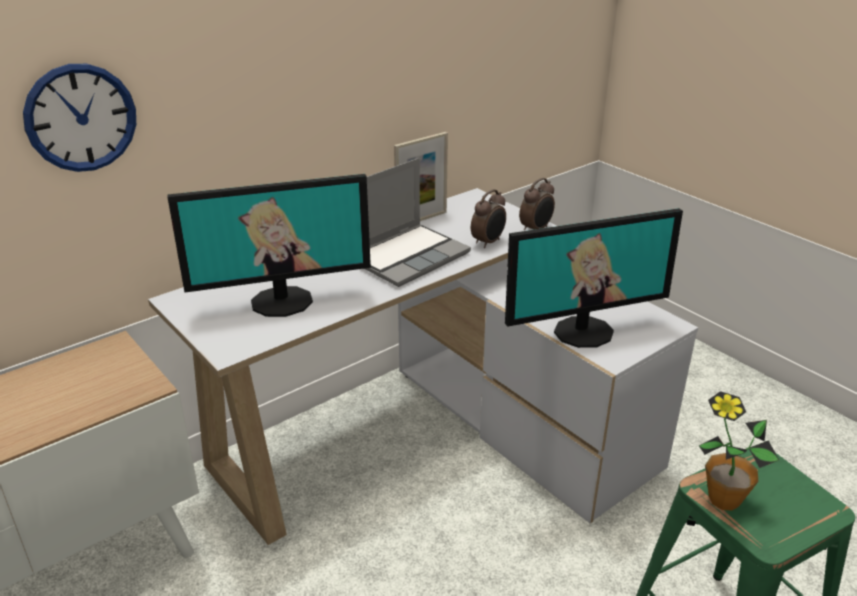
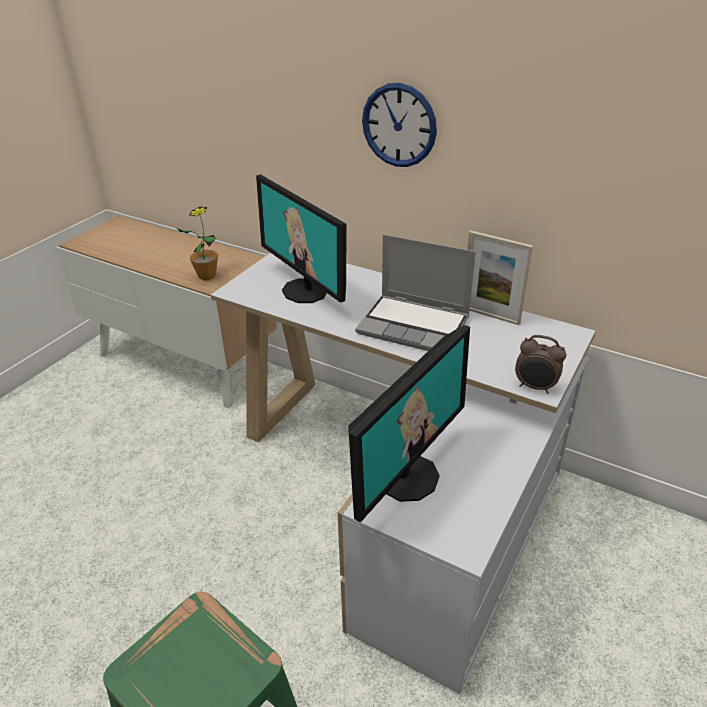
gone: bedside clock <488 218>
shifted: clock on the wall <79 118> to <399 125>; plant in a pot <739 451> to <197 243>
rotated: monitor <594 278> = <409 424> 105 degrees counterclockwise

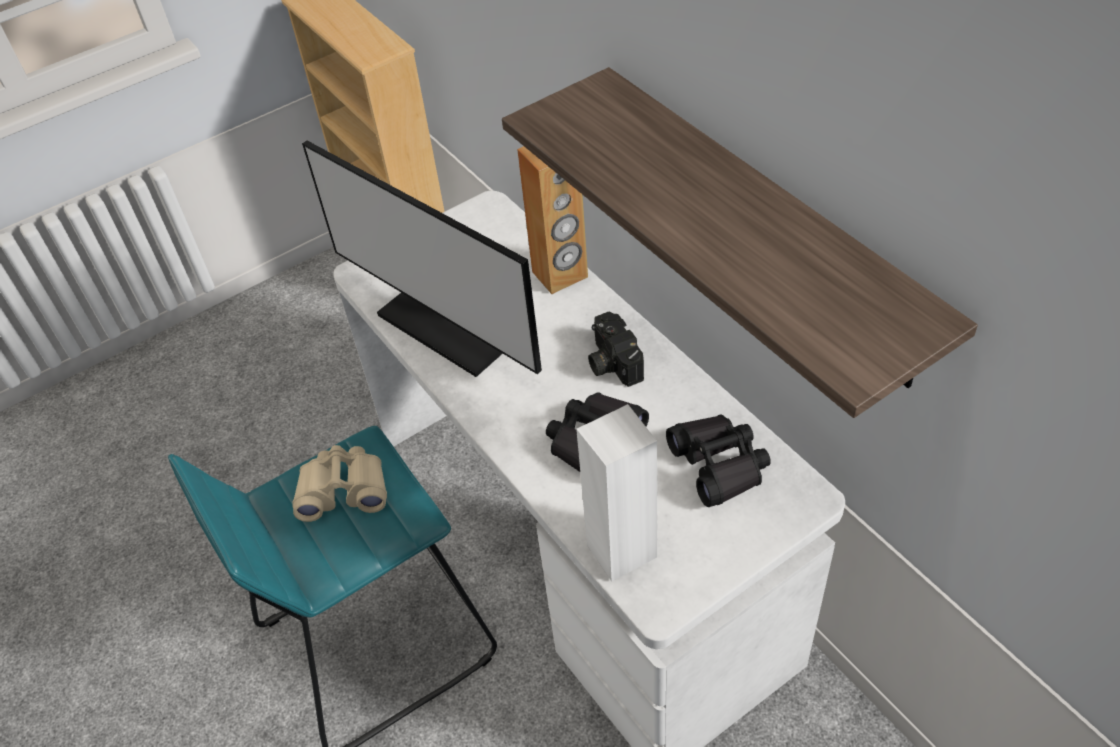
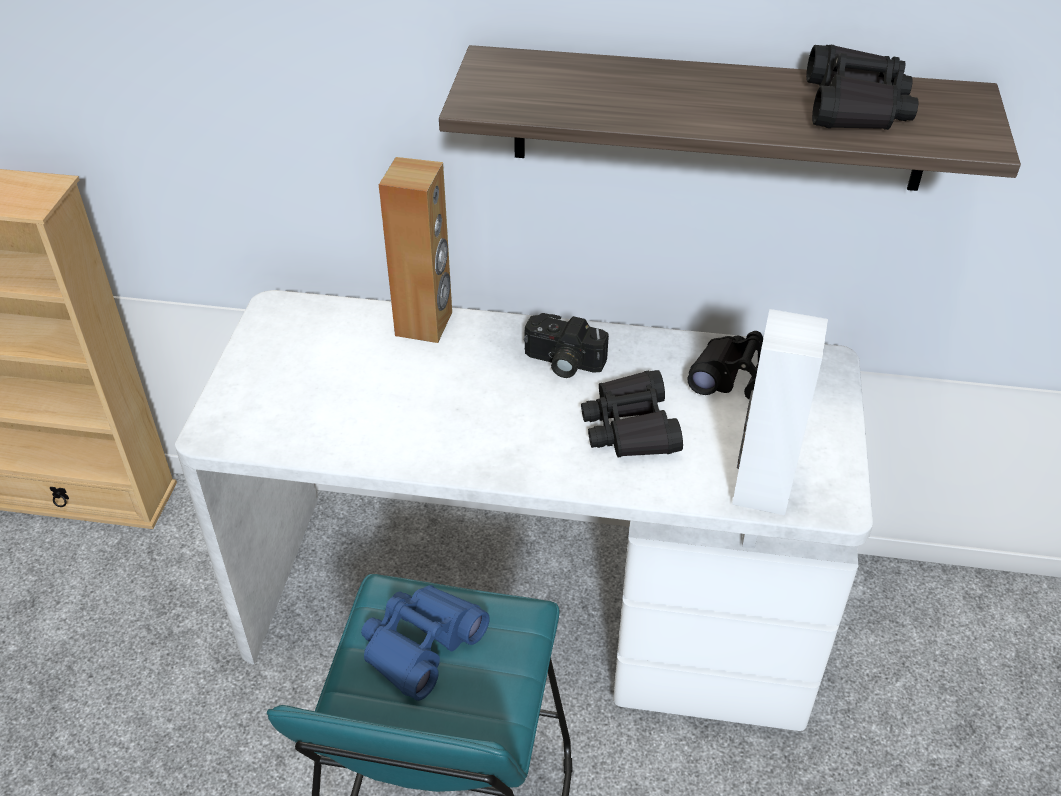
gone: monitor <422 258>
new: black field glasses <862 87>
repainted: sand-coloured field glasses <339 483> to blue-coloured field glasses <425 643>

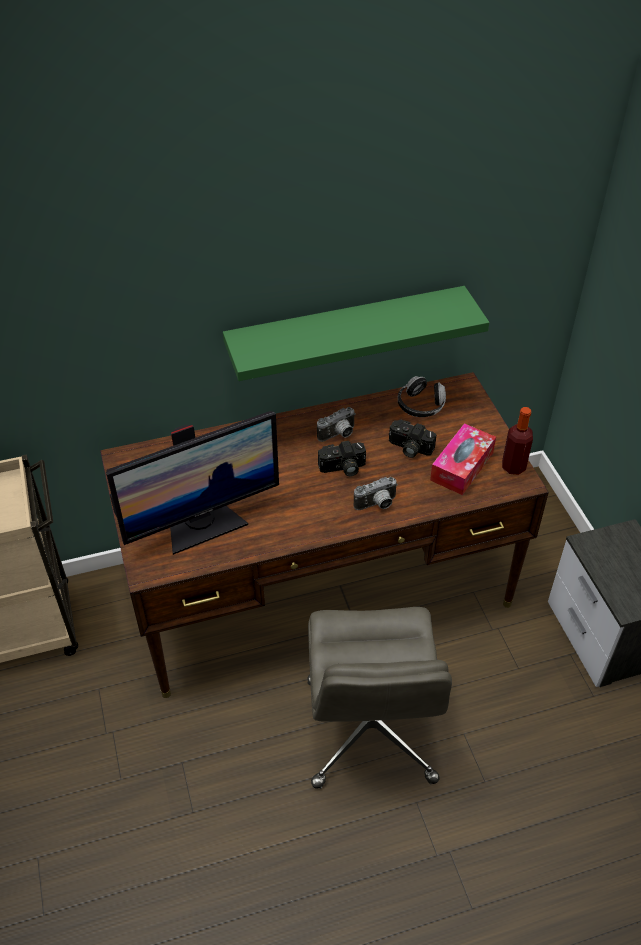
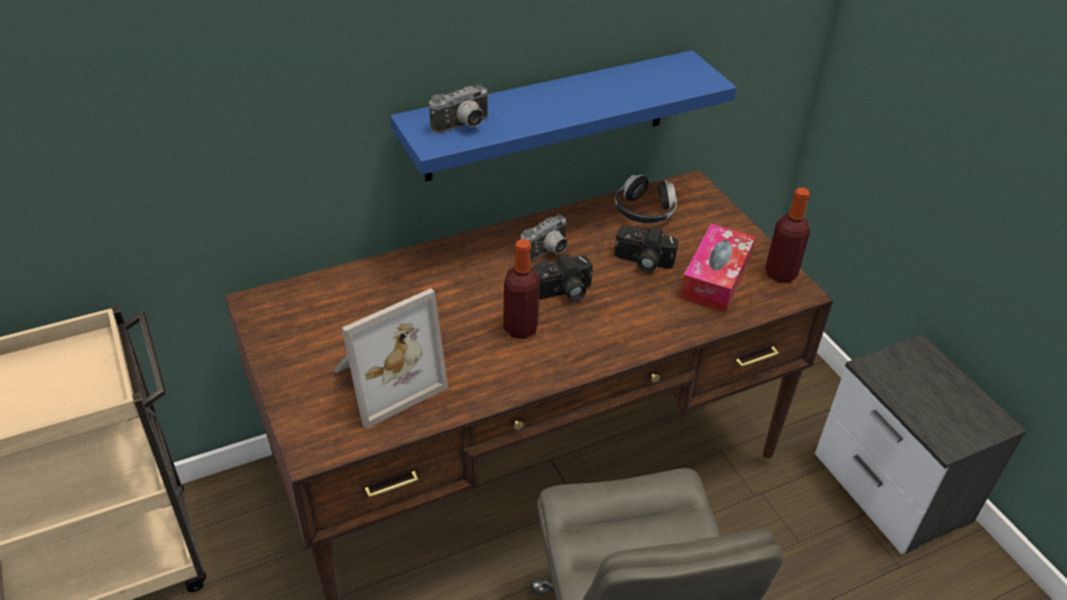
new: beverage bottle <521 289>
shifted: still camera <376 493> to <459 108>
swapped: monitor <192 483> to picture frame <391 358>
repainted: green-coloured bracket shelf <356 333> to blue-coloured bracket shelf <563 116>

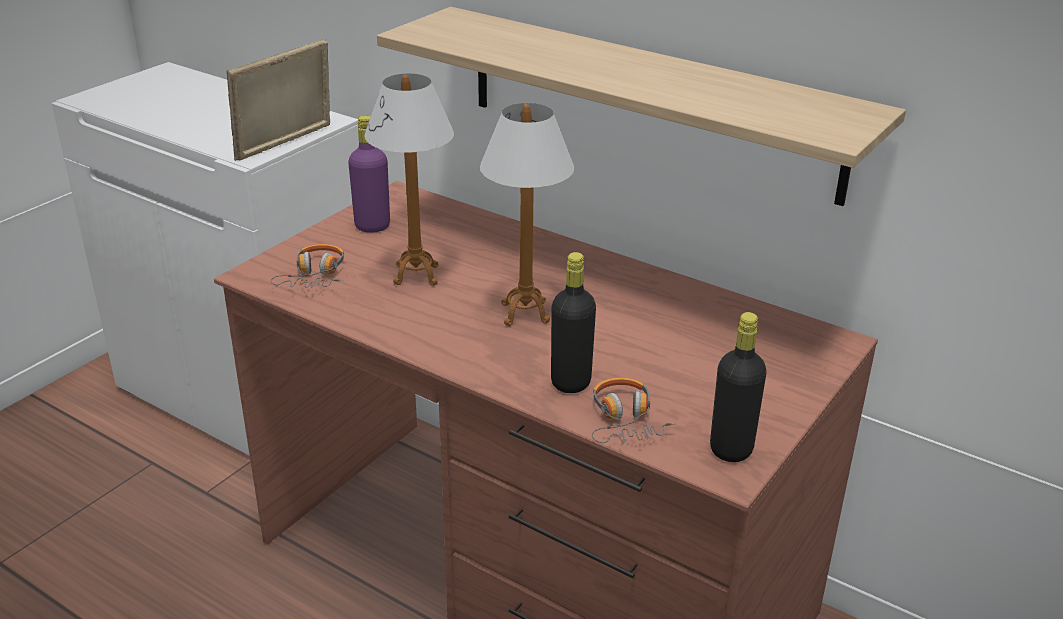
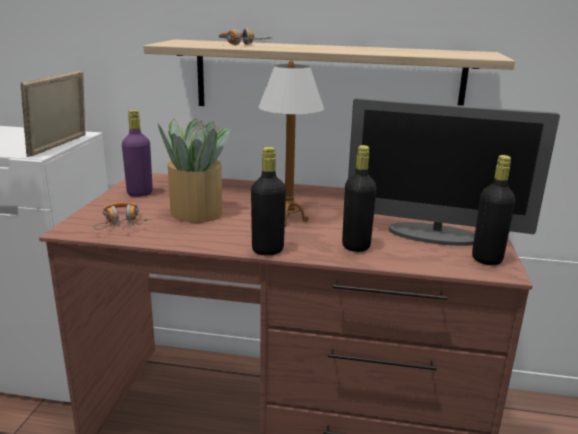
new: monitor <454 172>; black beverage bottle <268 201>
shifted: headphones <634 410> to <245 36>
swapped: tabletop lamp <409 180> to plant in a pot <194 170>

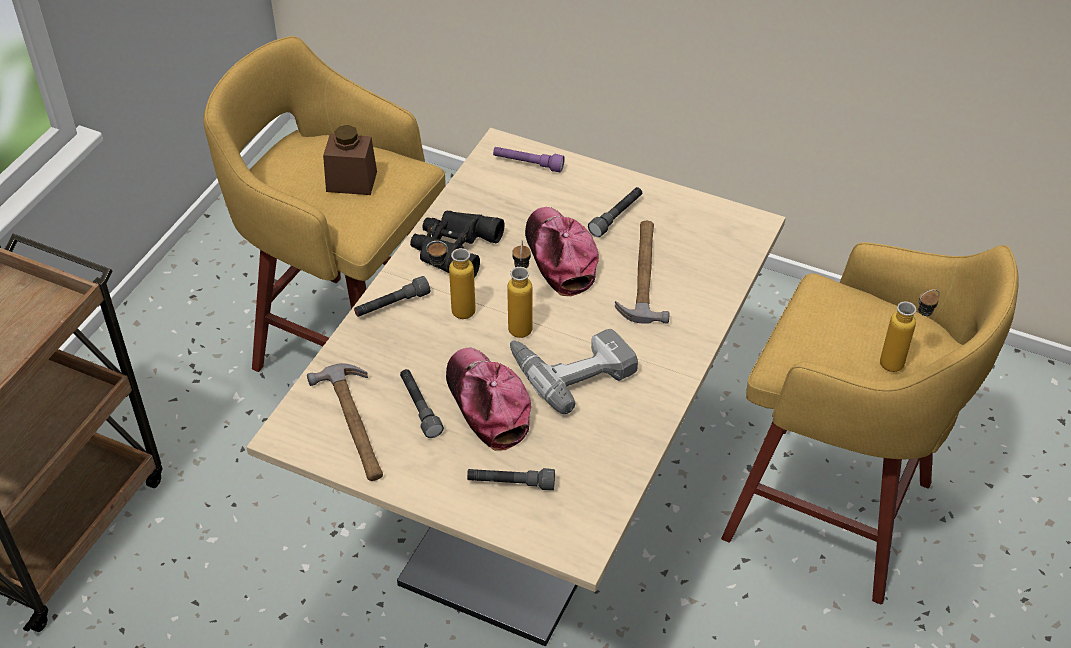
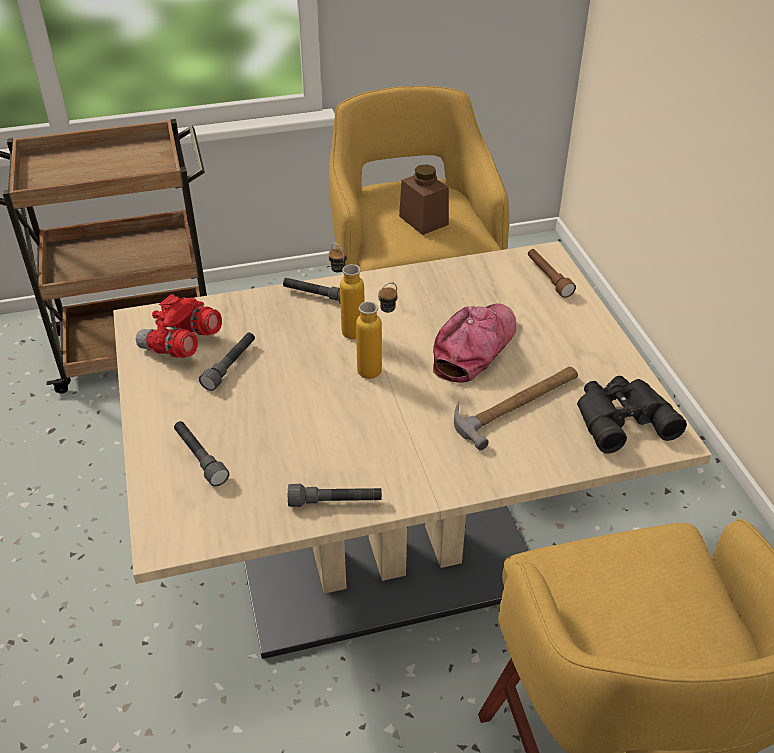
gone: beverage bottle <910 330>; drill <574 371>; cap <488 399>
shifted: greyish hand torch <615 212> to <335 495>; black field glasses <457 244> to <632 414>
swapped: hand hammer <345 422> to reddish field glasses <179 326>
repainted: purplish hand torch <529 159> to brown hand torch <552 273>

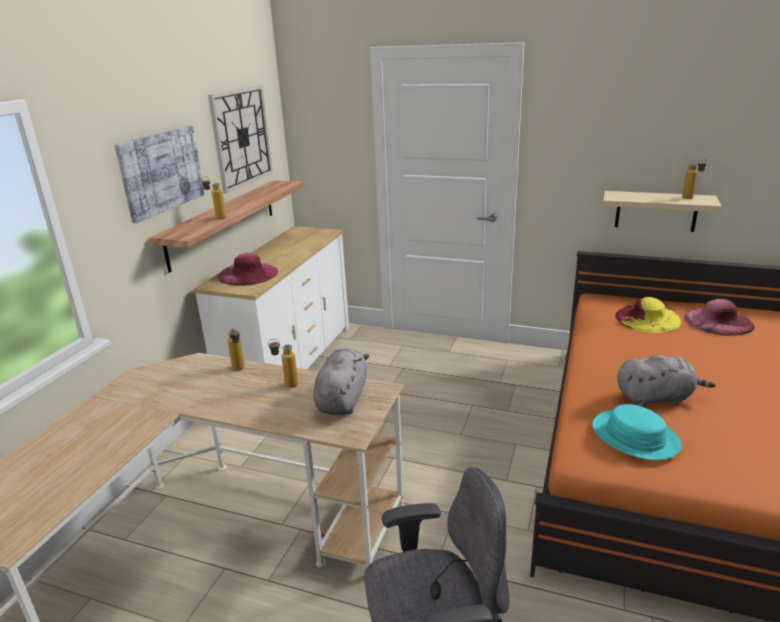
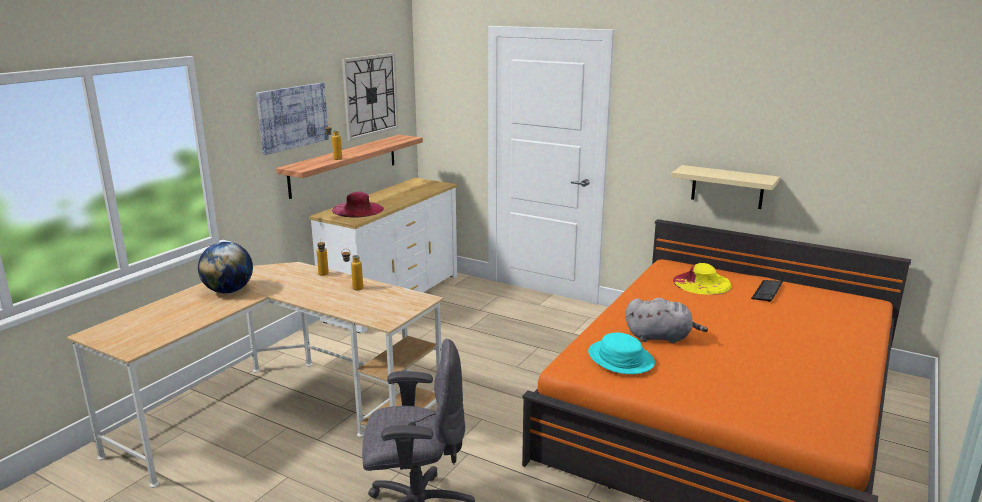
gone: beverage bottle <694 178>; greyish plush toy <341 381>
new: globe <225 268>
swapped: pink hat <720 317> to computer keyboard <767 291>

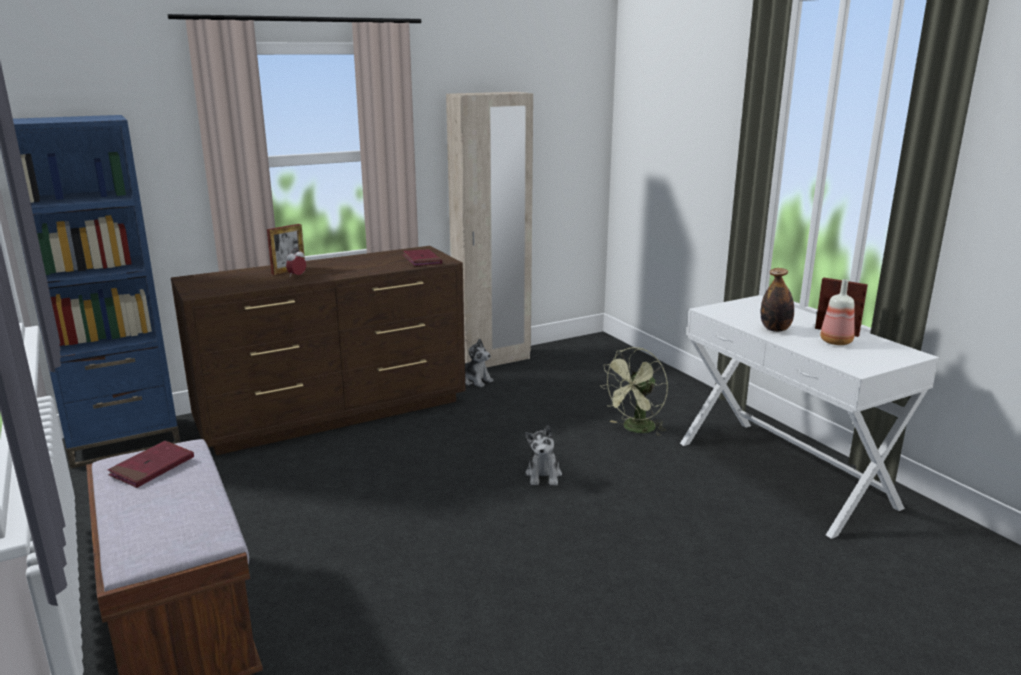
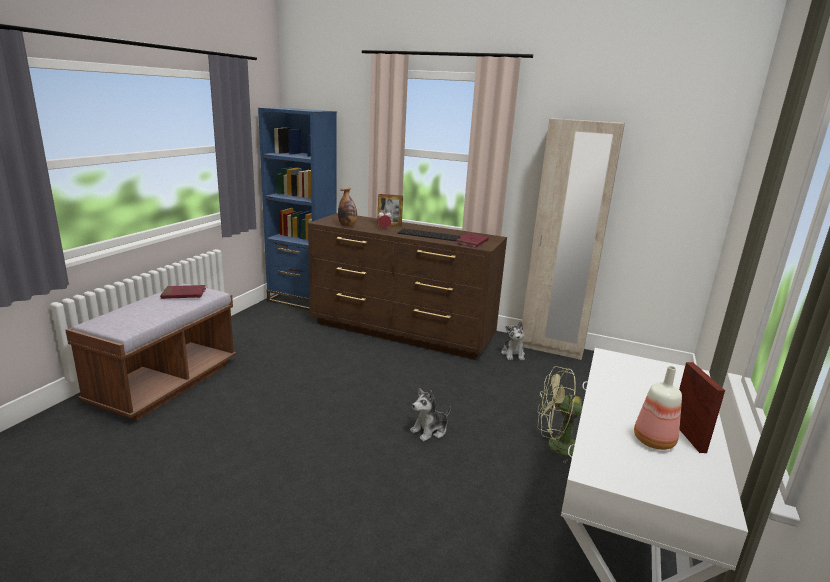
new: computer keyboard <429 234>
shifted: beverage bottle <777 300> to <347 207>

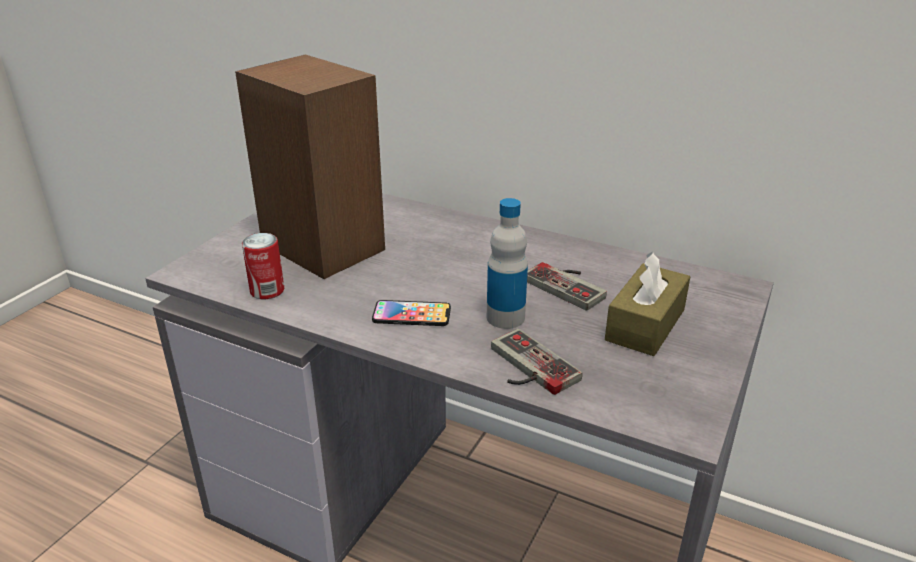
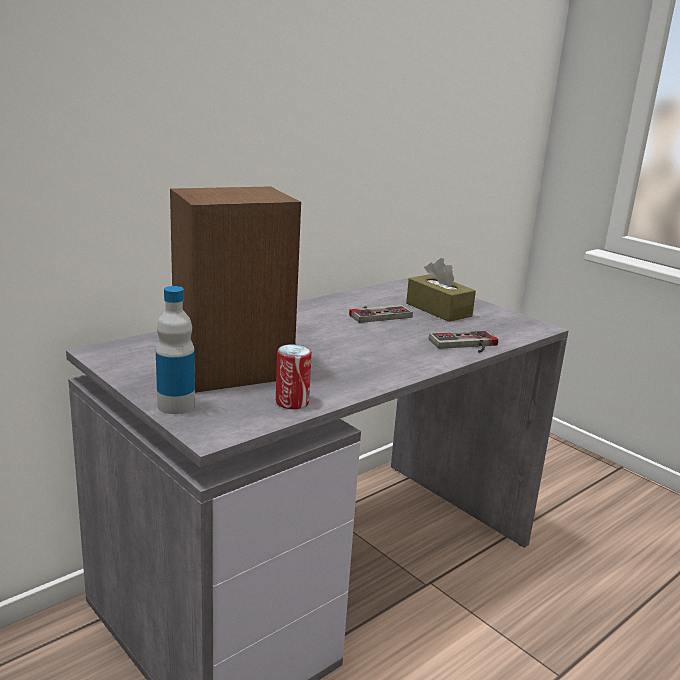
gone: handset <411 313>
shifted: beverage bottle <507 263> to <175 350>

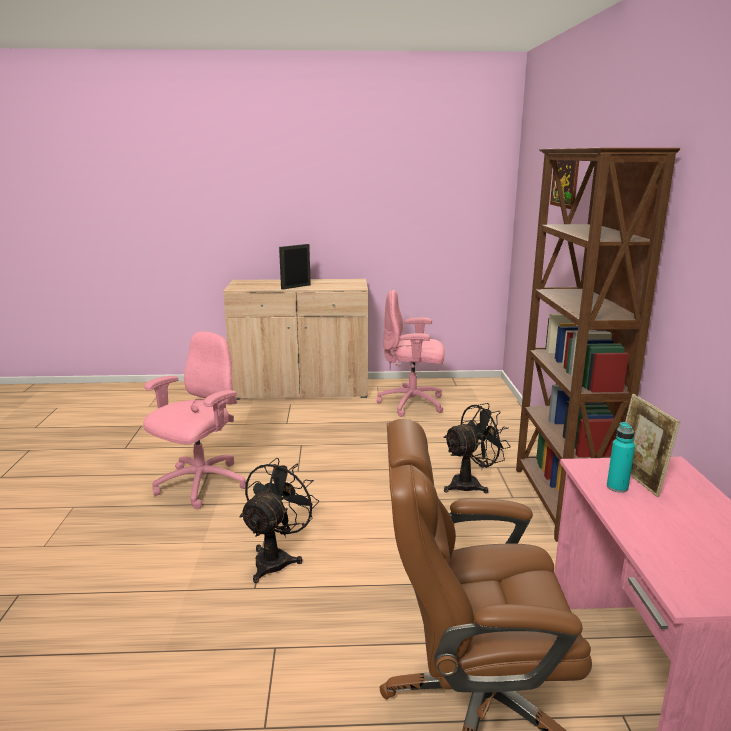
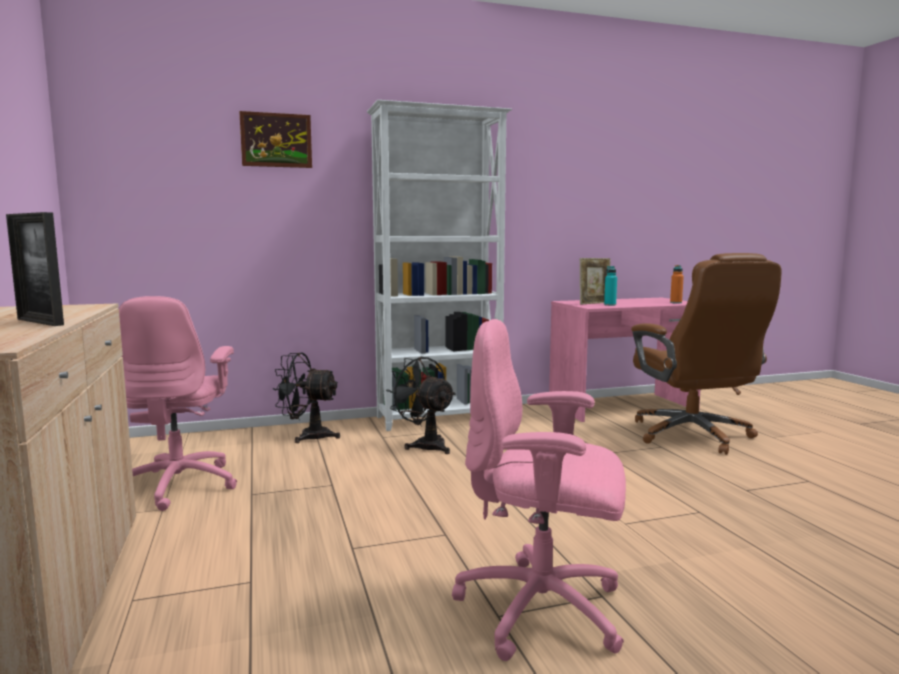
new: orange beverage bottle <677 284>
shifted: black cooling fan <279 520> to <306 397>
repainted: brown bookcase <598 345> to white-coloured bookcase <439 265>

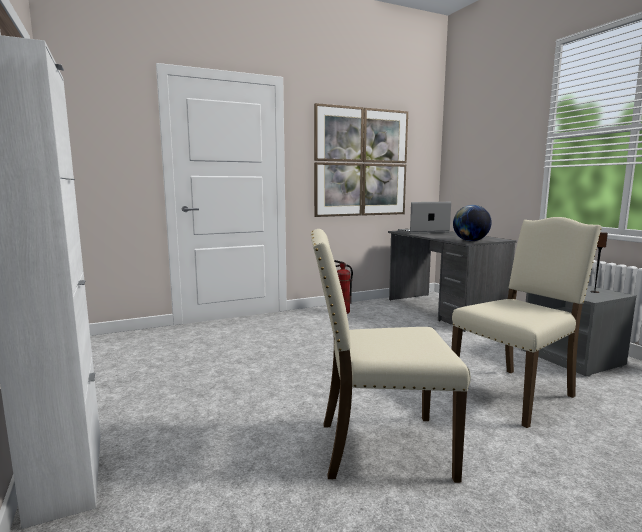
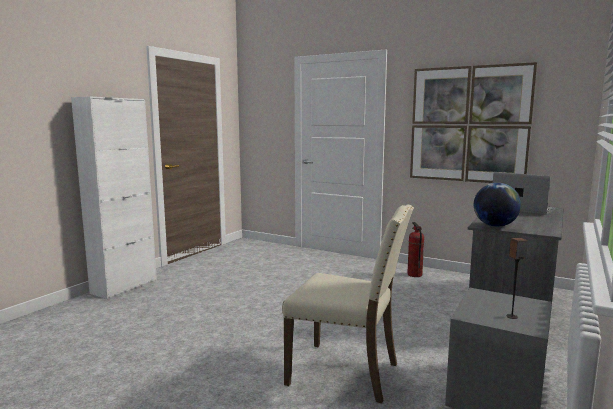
gone: sand-coloured upright chair <391 356>

